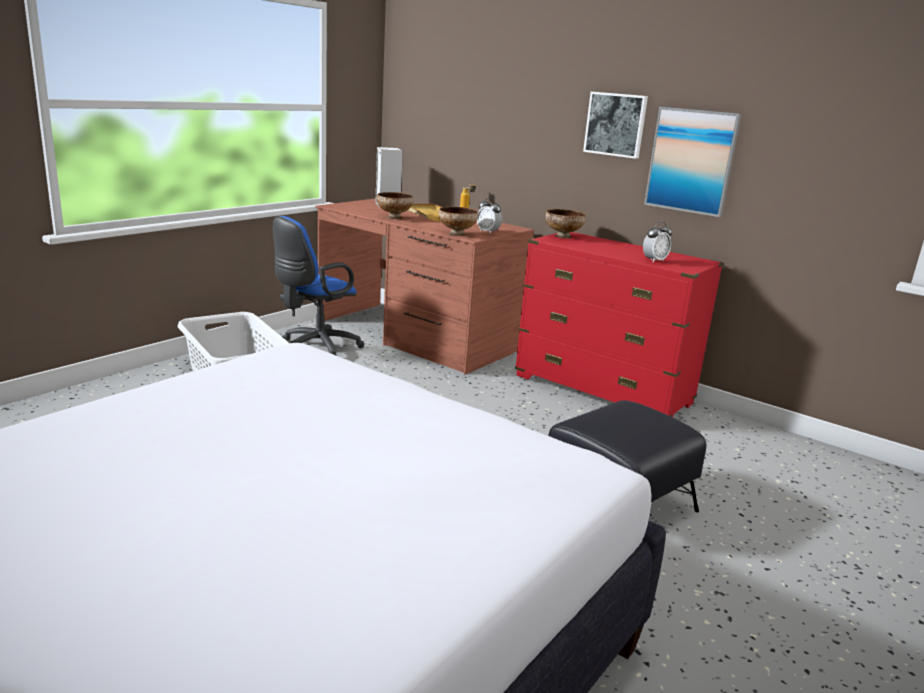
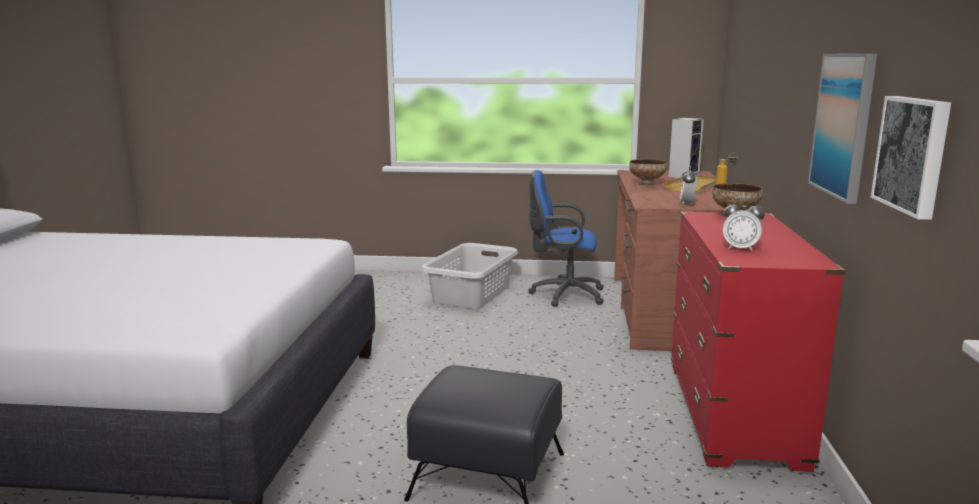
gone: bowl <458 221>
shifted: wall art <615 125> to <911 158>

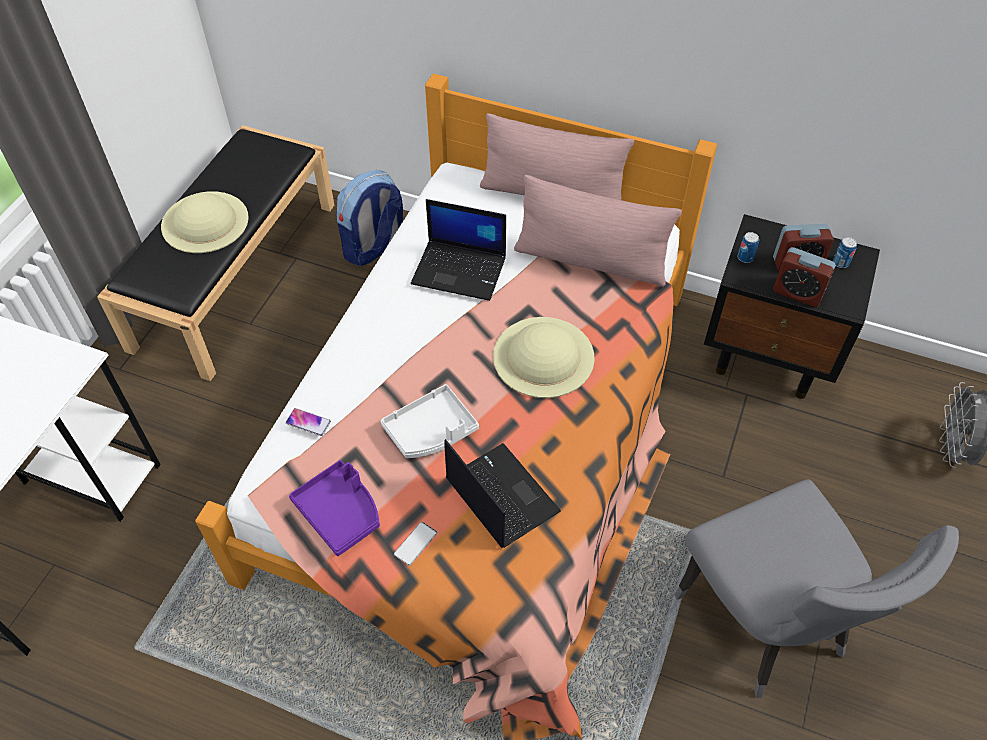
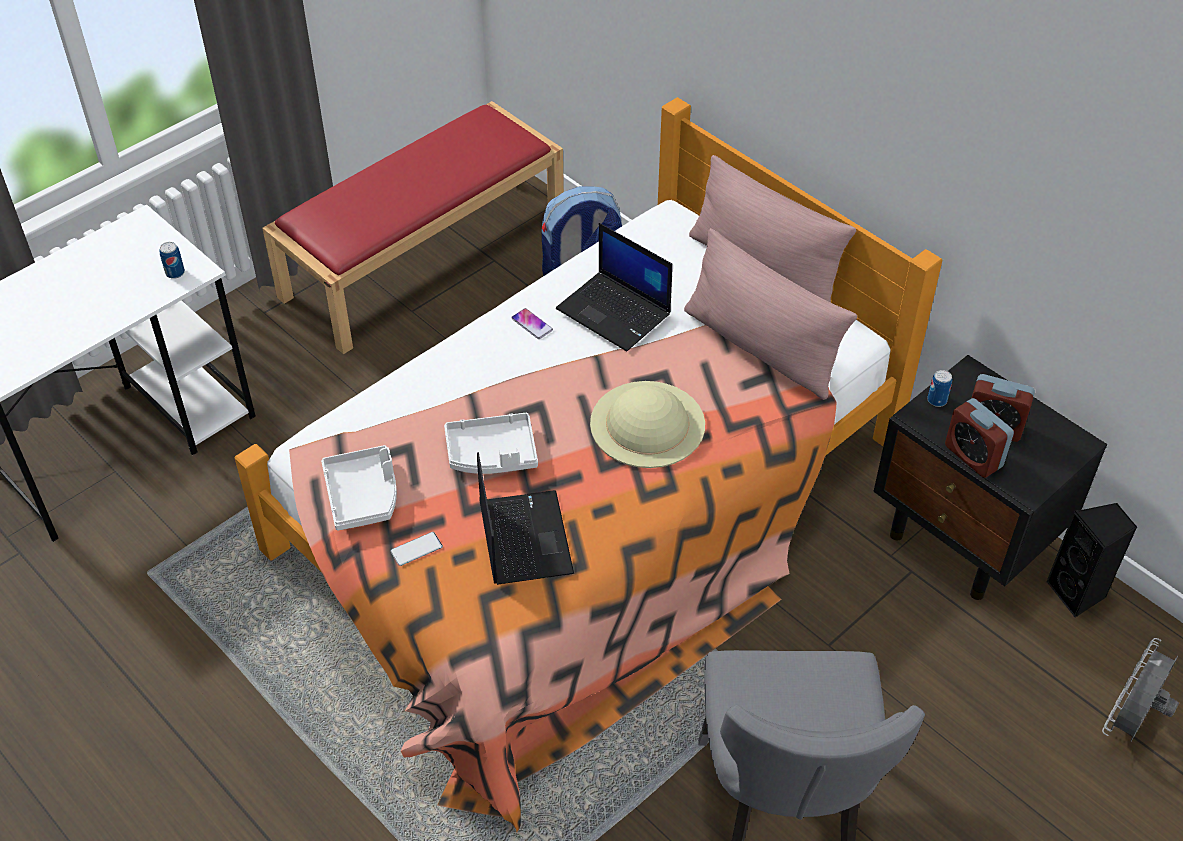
gone: sand-coloured hat <205 222>
new: black audio speaker <1091 560>
shifted: can <845 252> to <172 260>; handset <308 422> to <532 323>
repainted: black indoor bench <215 253> to reddish indoor bench <413 227>; purplish carrying tray <334 508> to white-coloured carrying tray <359 488>

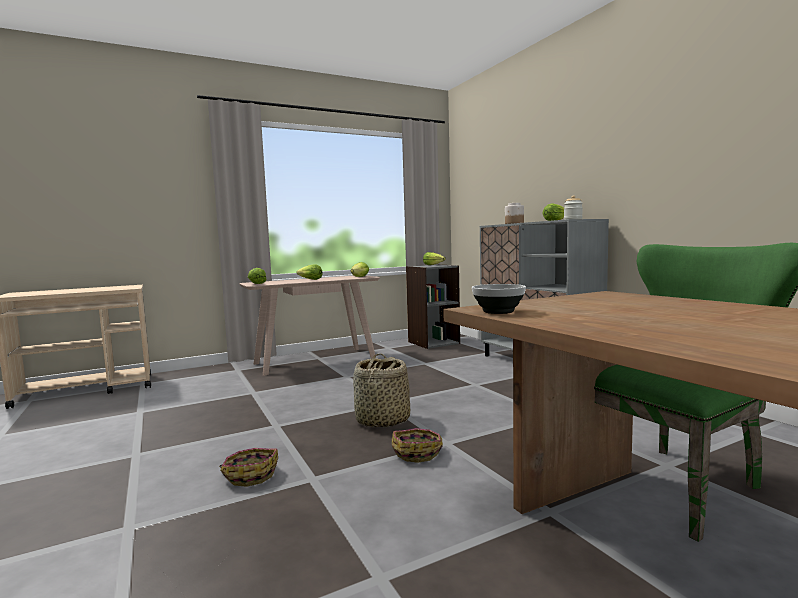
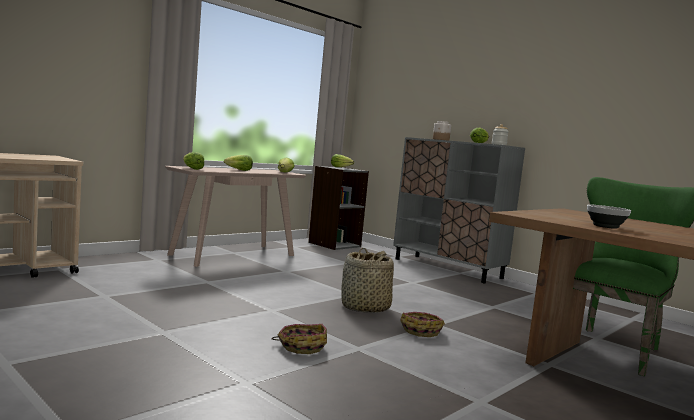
shifted: bowl <499 299> to <609 216>

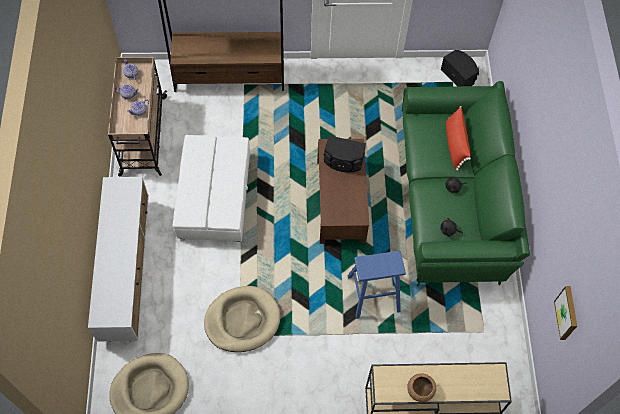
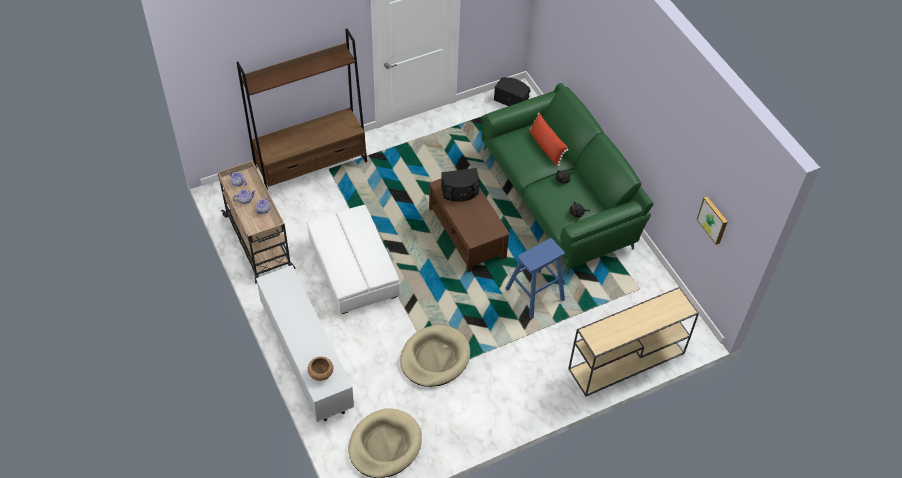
shifted: brown bowl <421 388> to <320 369>

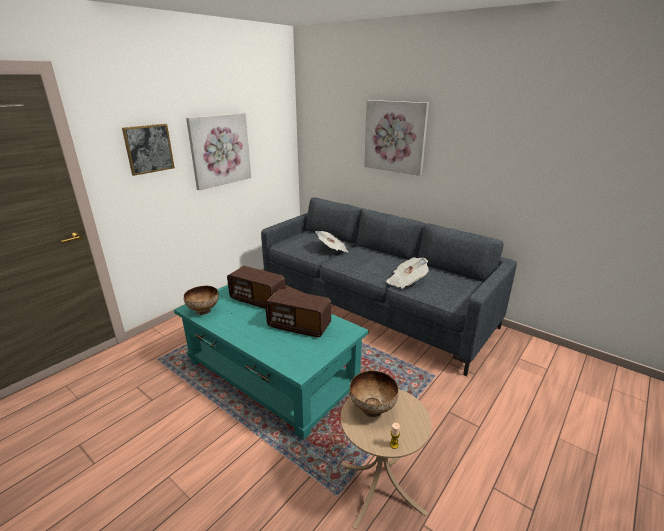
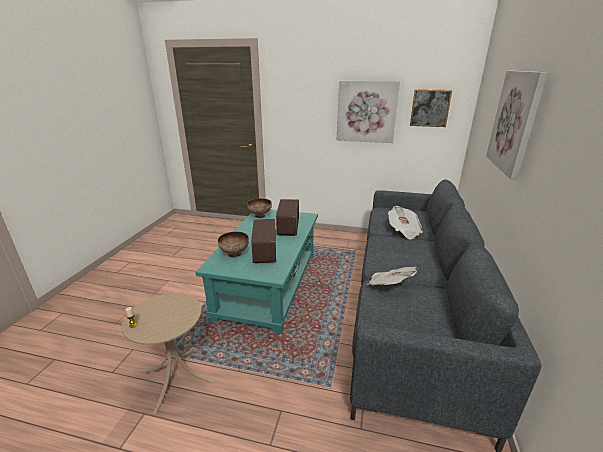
shifted: wall art <148 150> to <431 108>; bowl <374 394> to <233 244>

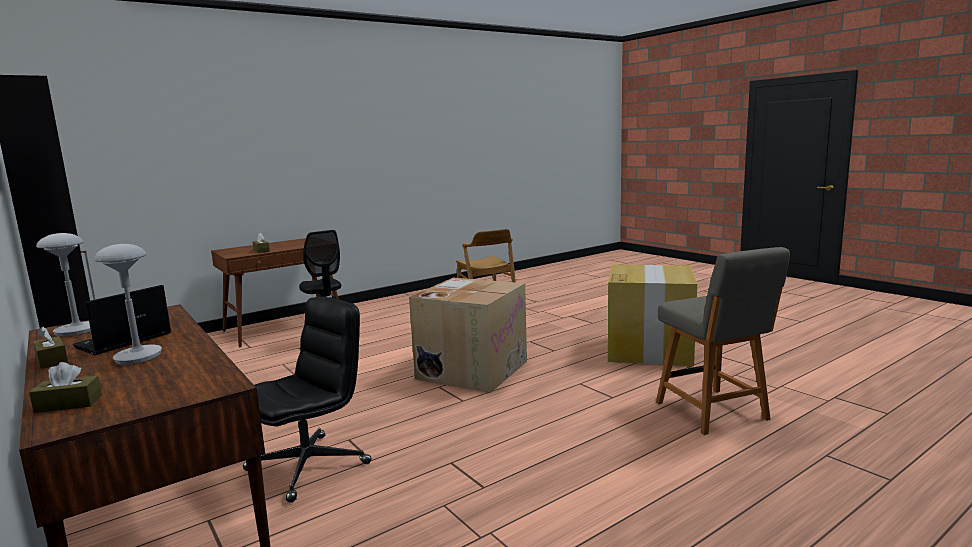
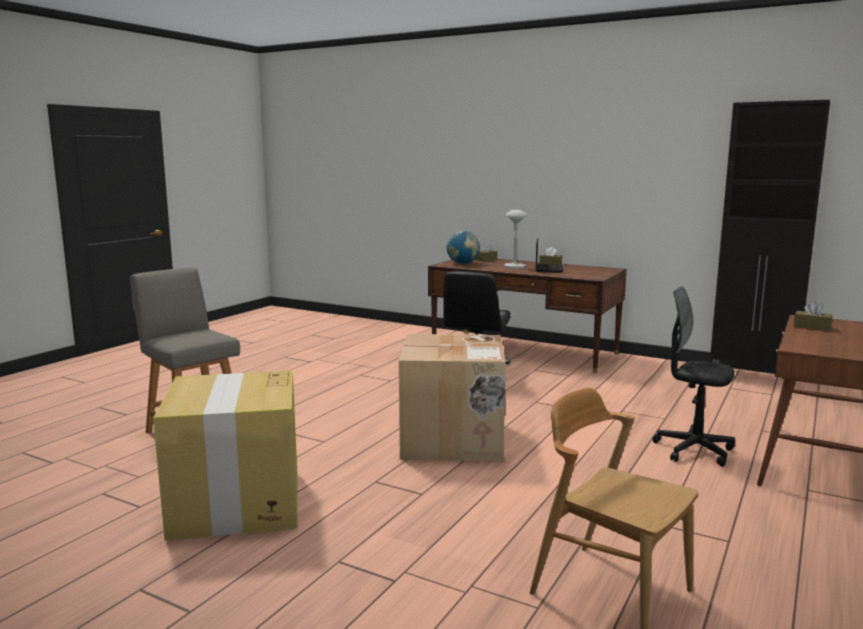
gone: greyish tabletop lamp <63 284>
new: globe <463 247>

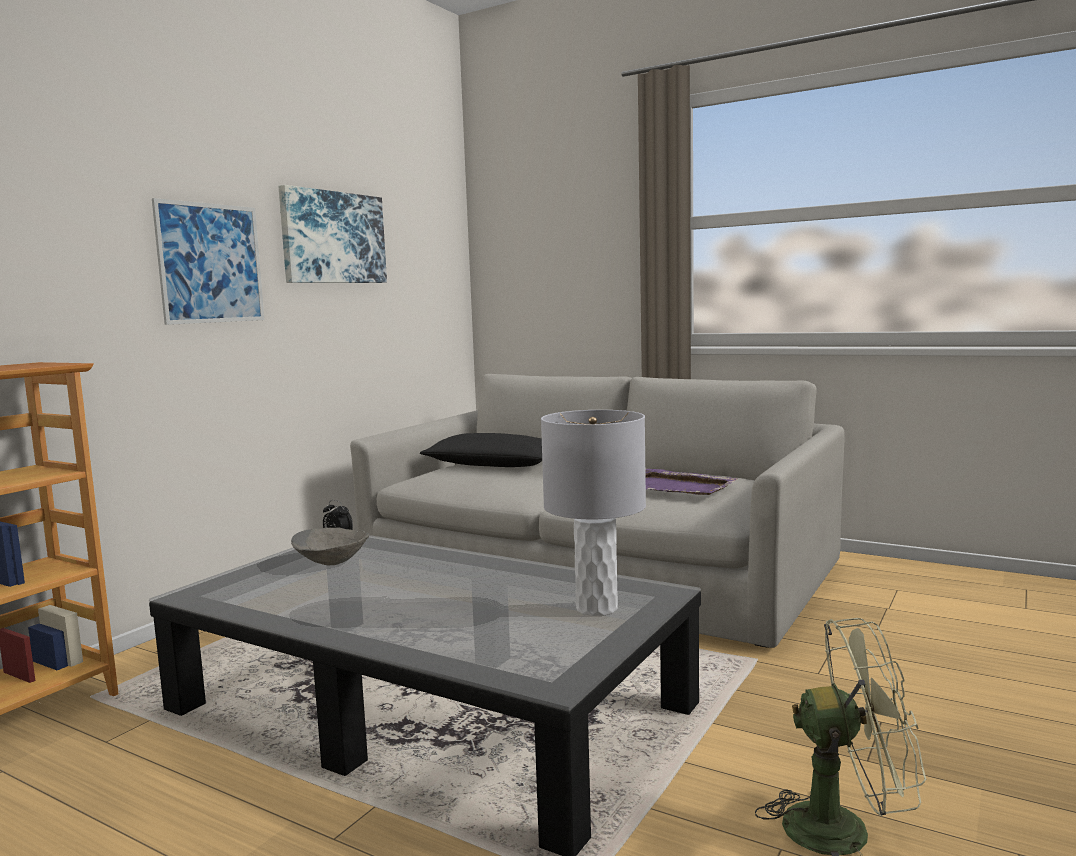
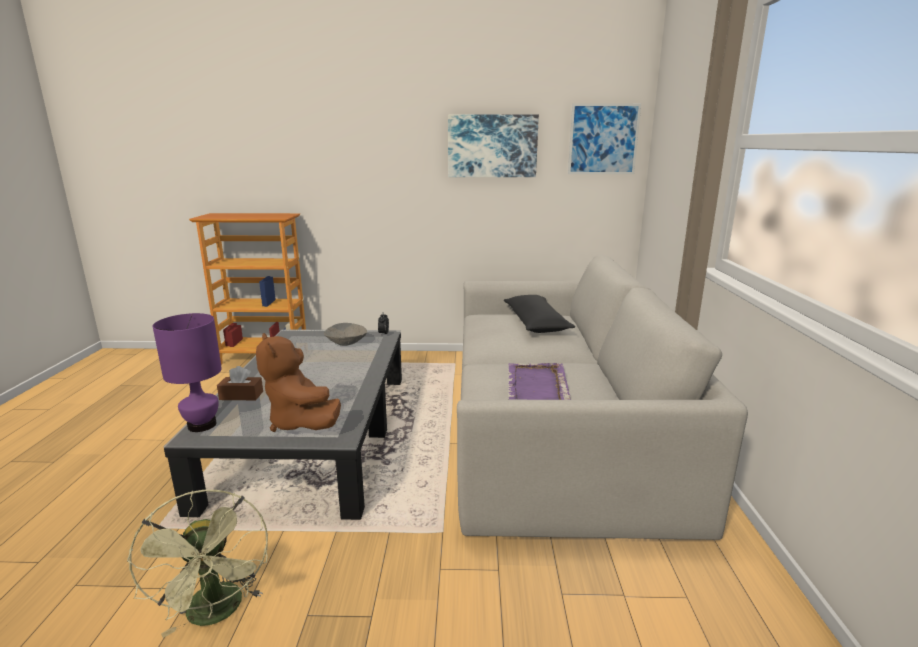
new: purplish tabletop lamp <187 372>; brown tissue box <240 383>
shifted: wall art <208 261> to <604 138>
swapped: greyish tabletop lamp <593 513> to brown plush toy <298 382>

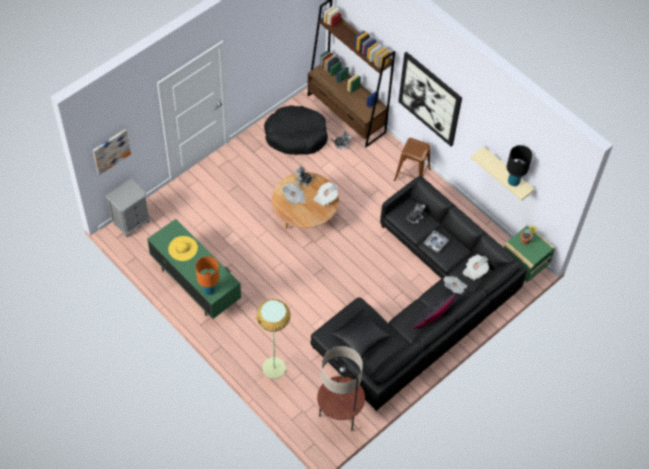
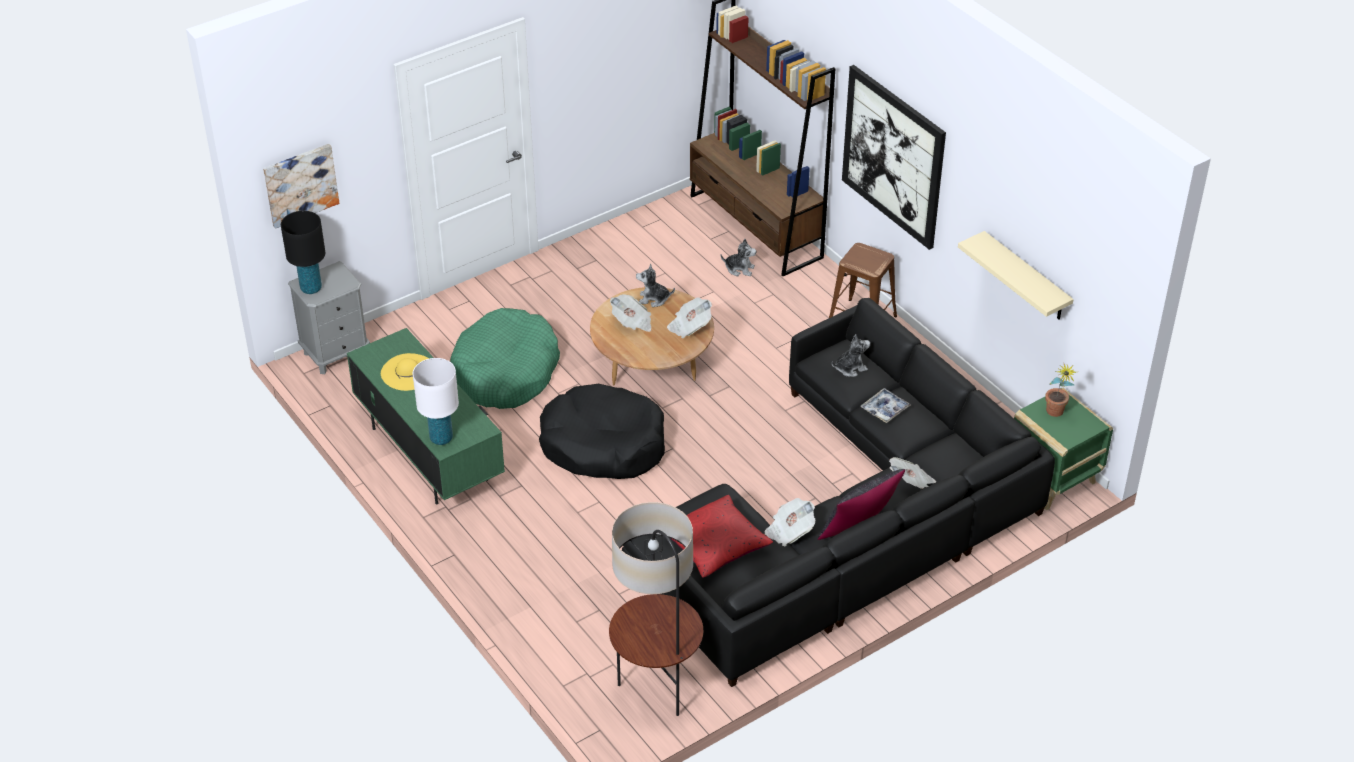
gone: floor lamp <273 339>
new: green-coloured pet bed <505 358>
shifted: black pet bed <296 130> to <602 431>; black tabletop lamp <520 165> to <303 252>; printed paper <476 268> to <790 522>
repainted: orange tabletop lamp <207 275> to white-coloured tabletop lamp <436 401>; black throw pillow <361 333> to reddish throw pillow <722 536>

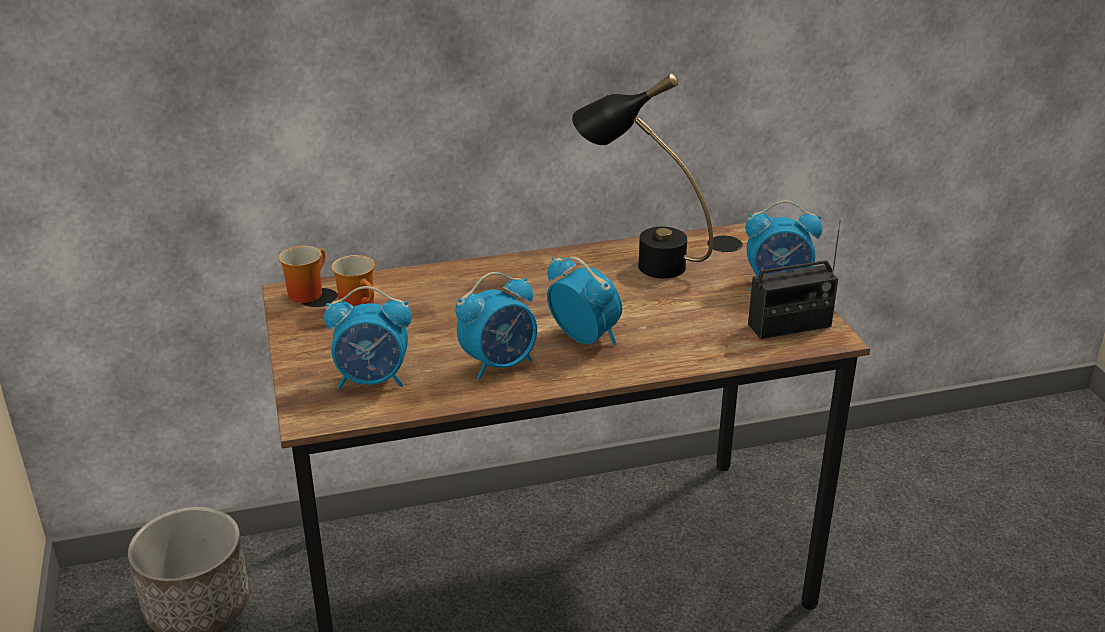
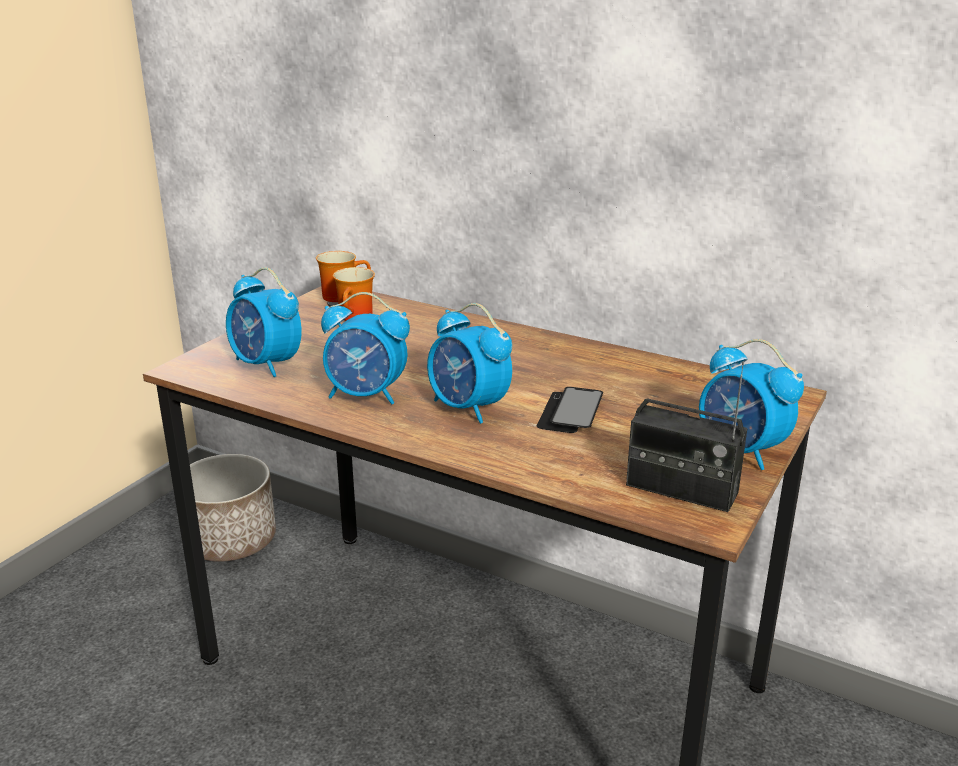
gone: black tabletop lamp <642 176>
new: handset <570 410>
rotated: bedside clock <584 300> = <469 363> 135 degrees clockwise

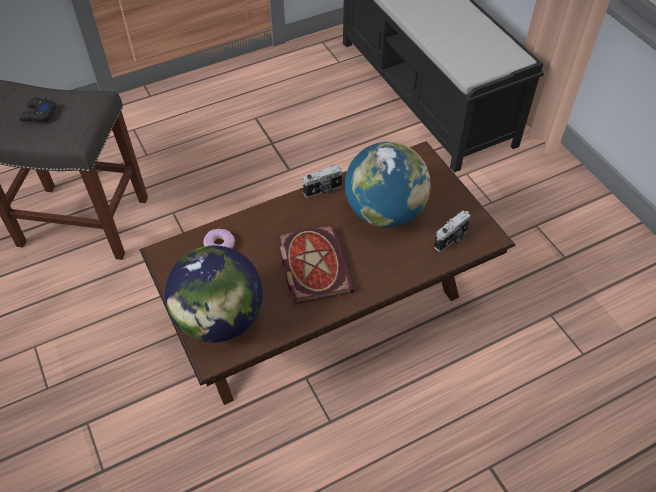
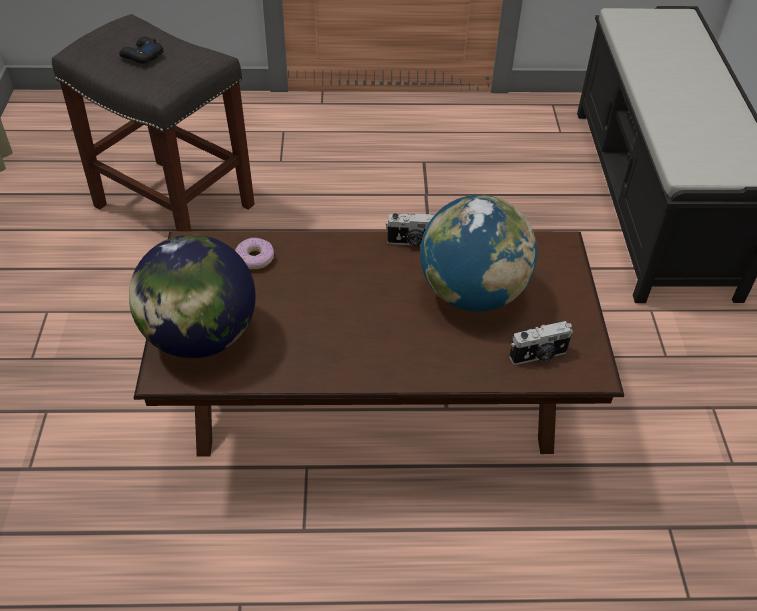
gone: book <316 265>

